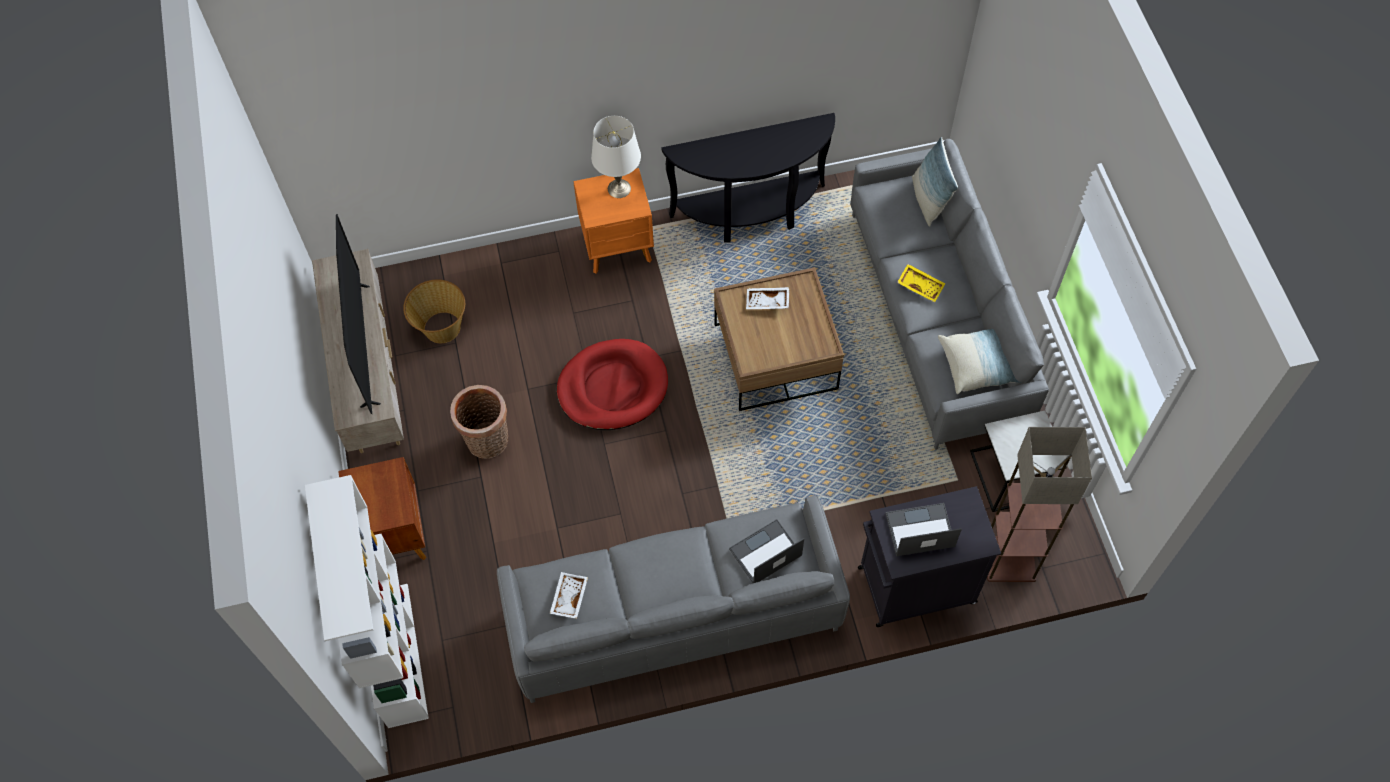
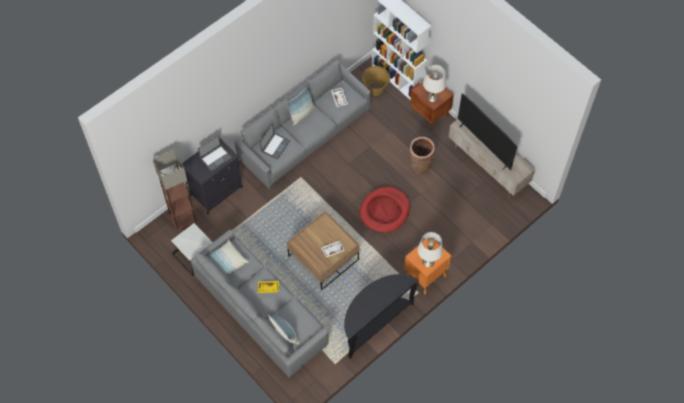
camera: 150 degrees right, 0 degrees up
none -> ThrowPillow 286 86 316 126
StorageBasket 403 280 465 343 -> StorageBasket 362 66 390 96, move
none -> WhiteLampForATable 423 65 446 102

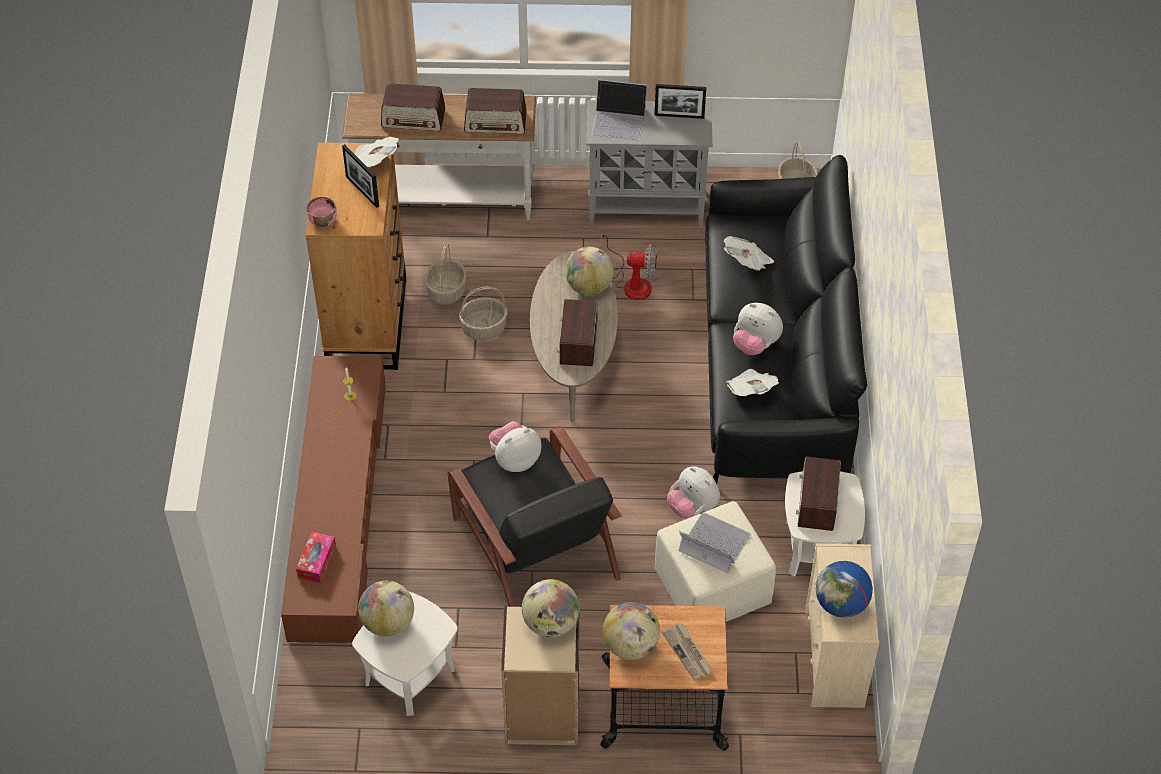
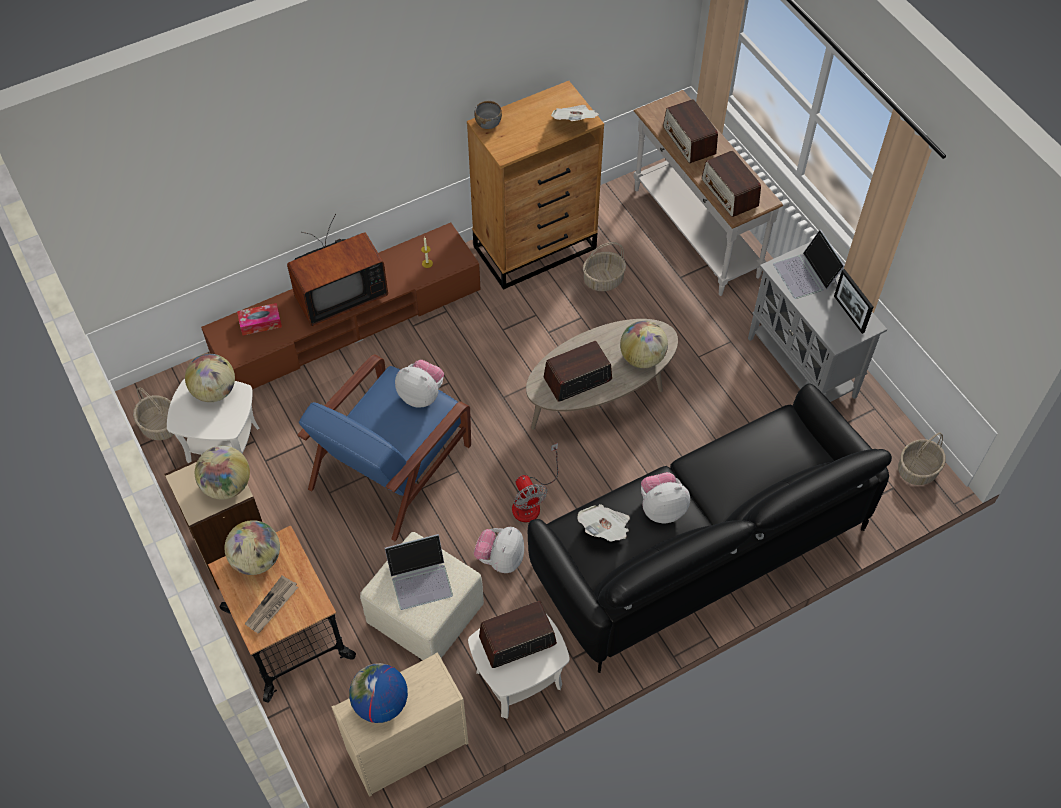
camera: 60 degrees right, 5 degrees up
StorageBasket 459 287 508 340 -> StorageBasket 133 387 174 440, move
none -> Tv 287 214 388 326
BlackishLoungeChair 447 426 622 607 -> BlueColouredLoungeChair 297 354 471 541
NotebookComputer 679 513 751 573 -> NotebookComputer 385 534 453 610, 75 degrees clockwise
PinkColouredDeepDish 307 197 337 227 -> GreyDeepDish 474 101 502 129
CoolingFan 602 229 657 300 -> CoolingFan 512 443 558 522, move
SoftToy 733 303 783 355 -> SoftToy 641 472 690 523, 75 degrees clockwise
PictureFrame 342 144 379 208 -> none
Newspaper 724 236 774 271 -> none

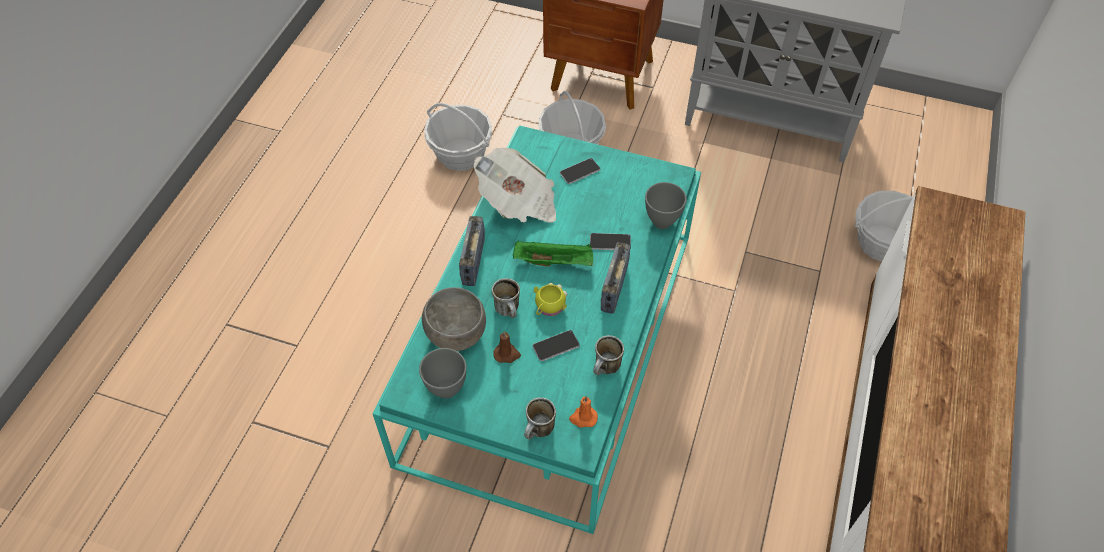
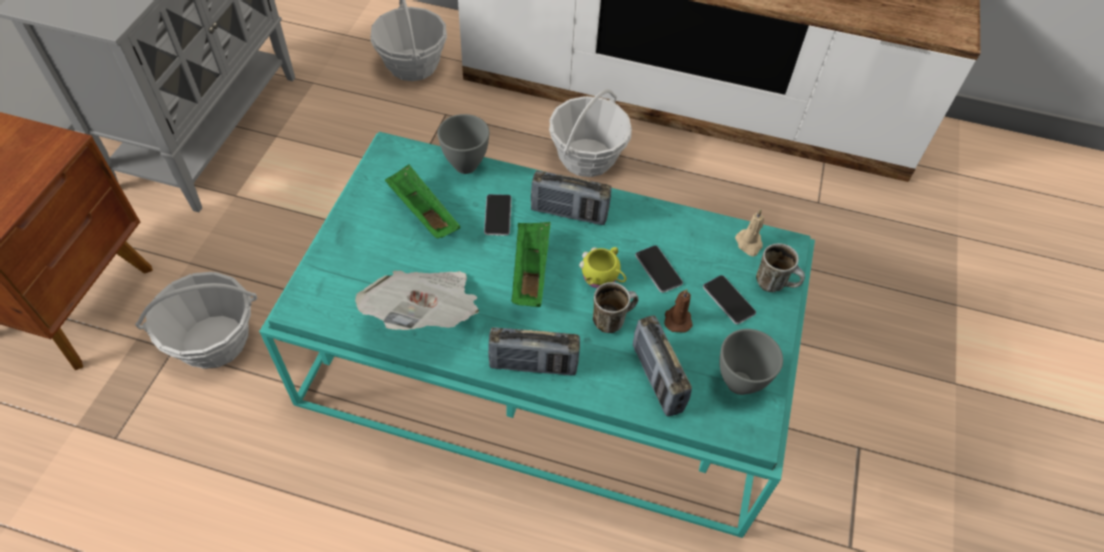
camera: 95 degrees left, 0 degrees up
none -> GreenCarryingTray 385 164 461 239
StorageBasket 424 103 492 171 -> StorageBasket 549 89 632 177, move
GreyDeepDish 422 287 486 351 -> RadioSet 633 315 692 417
Phone 560 158 600 184 -> Phone 703 275 756 324, move
OrangeColouredCandle 569 396 598 428 -> BeigeColouredCandle 735 209 764 257
TeaMug 593 335 624 375 -> none

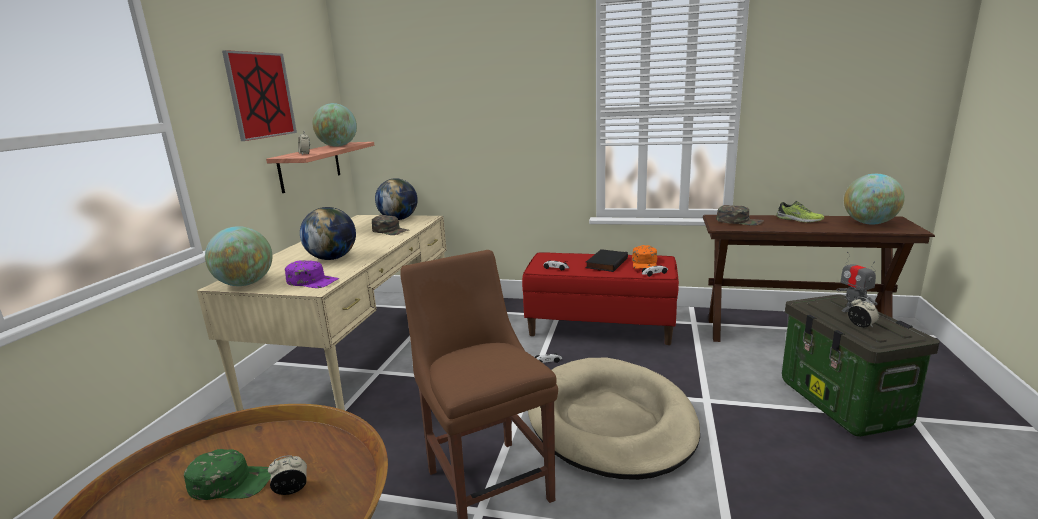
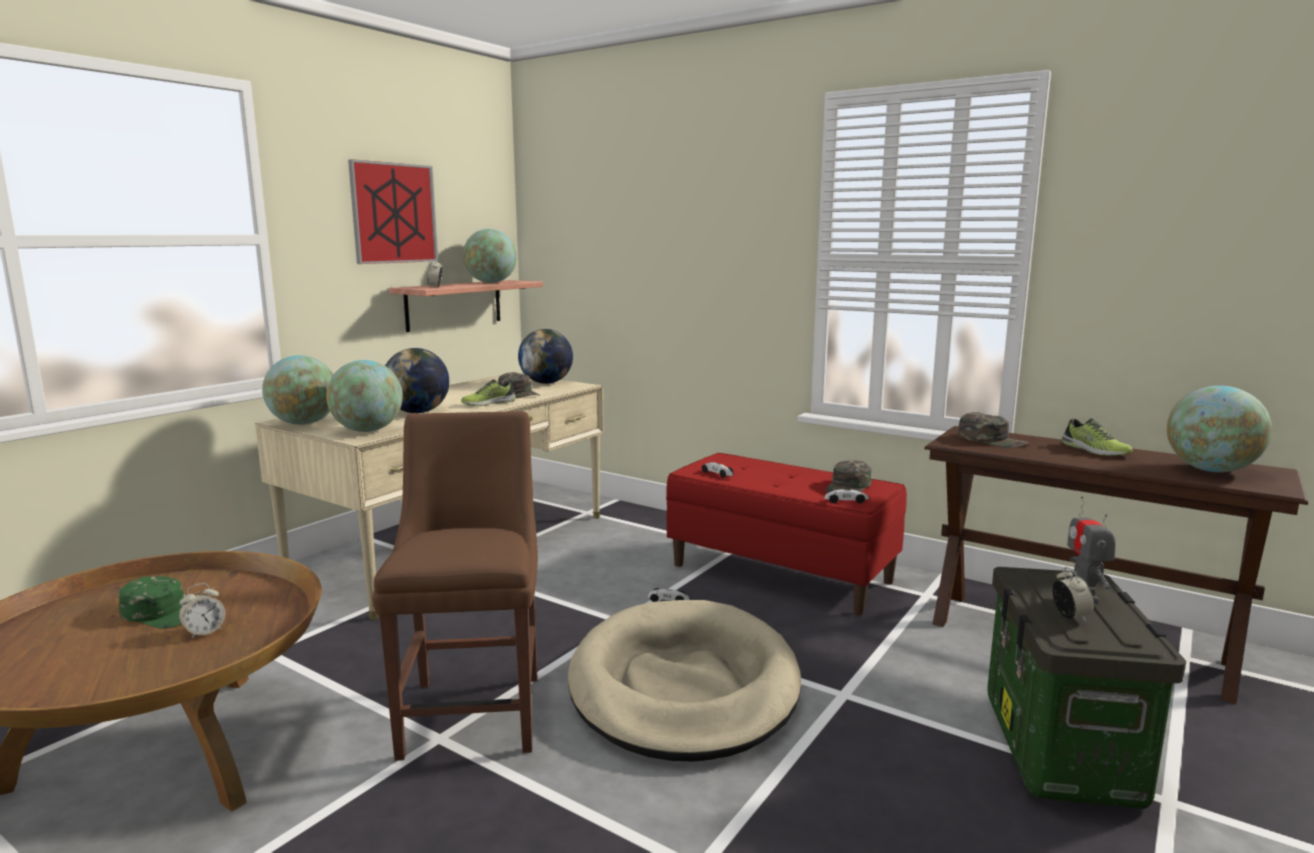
camera: 20 degrees right, 5 degrees down
AlarmClock 268 455 307 495 -> AlarmClock 179 583 226 639, 135 degrees clockwise
PurpleColouredBaseballCap 285 260 340 288 -> Globe 326 360 403 432
none -> Shoe 461 379 516 406
OrangeColouredBaseballCap 632 245 657 269 -> GreenBaseballCap 825 460 871 492
BlackishBook 585 249 628 272 -> none

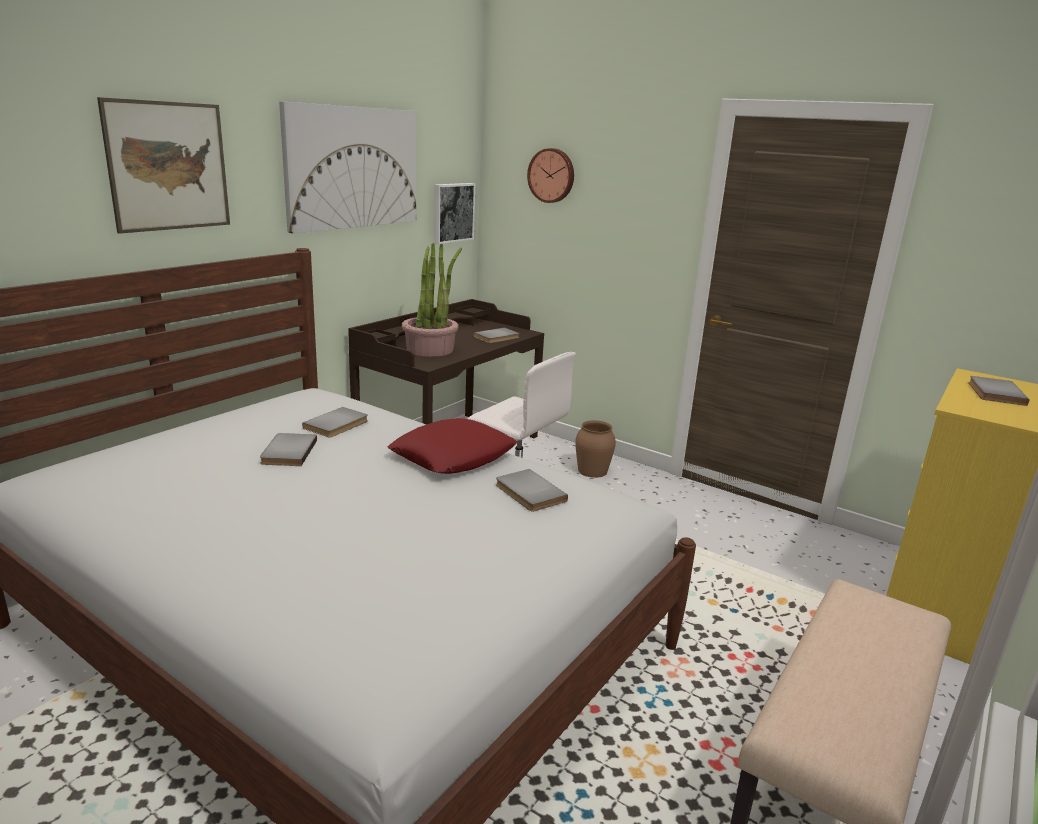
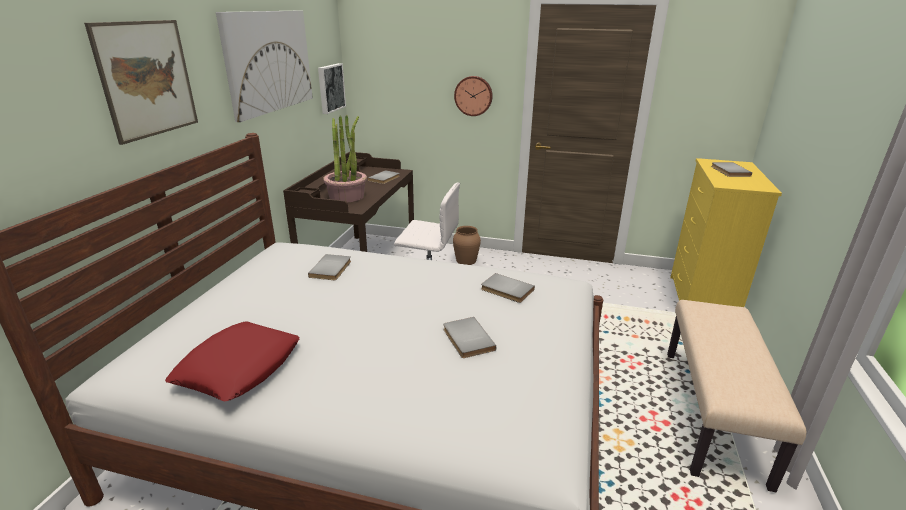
camera: 20 degrees left, 5 degrees up
RedColouredThrowPillow 388 418 517 474 -> RedColouredThrowPillow 165 321 300 401, move
GreyBook 260 433 317 466 -> GreyBook 444 317 496 358, move
ClockOnTheWall 527 148 574 203 -> ClockOnTheWall 454 76 493 116, move

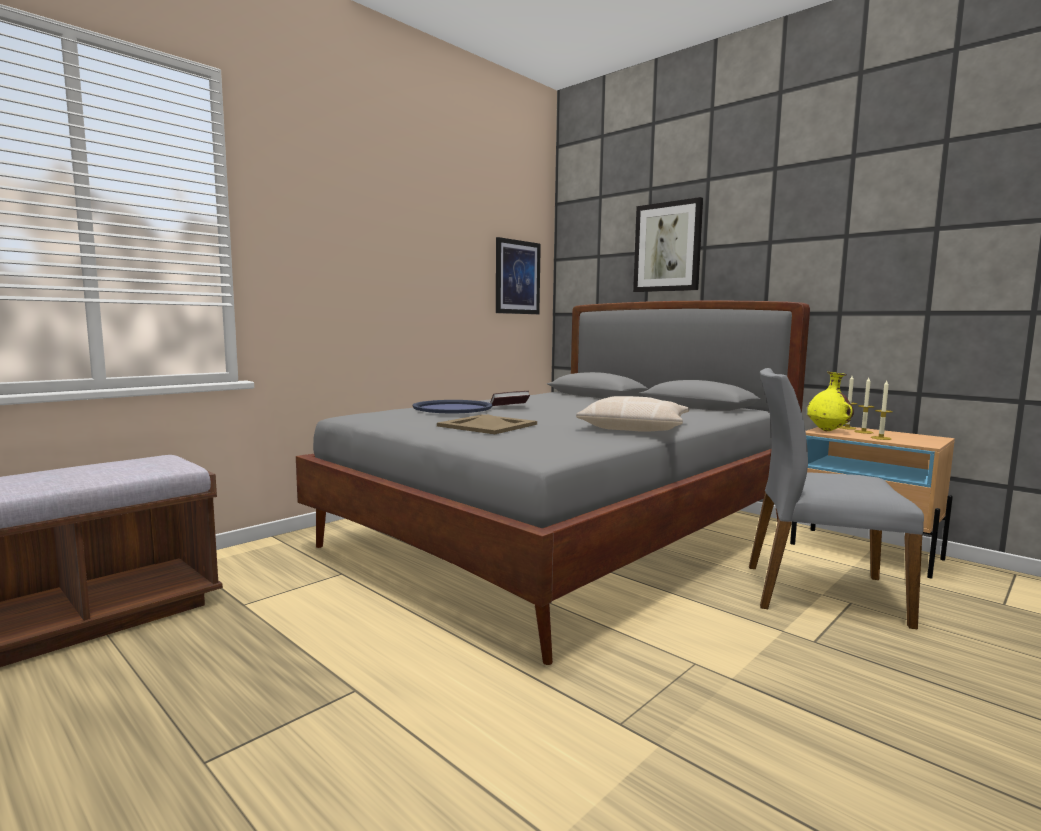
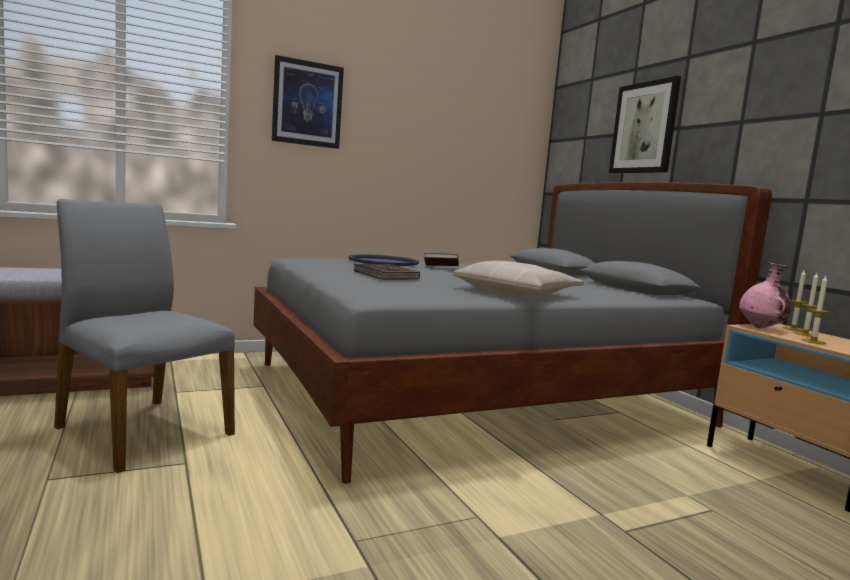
camera: 20 degrees right, 0 degrees up
GreyUprightChair 749 368 924 629 -> GreyUprightChair 54 199 235 473, move
WallPicture 496 237 541 314 -> WallPicture 272 55 344 149, move
BeigeColouredCarryingTray 437 414 537 434 -> BrownColouredBook 353 264 420 280
YellowColouredDecorativeVase 807 372 854 431 -> PinkColouredDecorativeVase 739 262 791 328

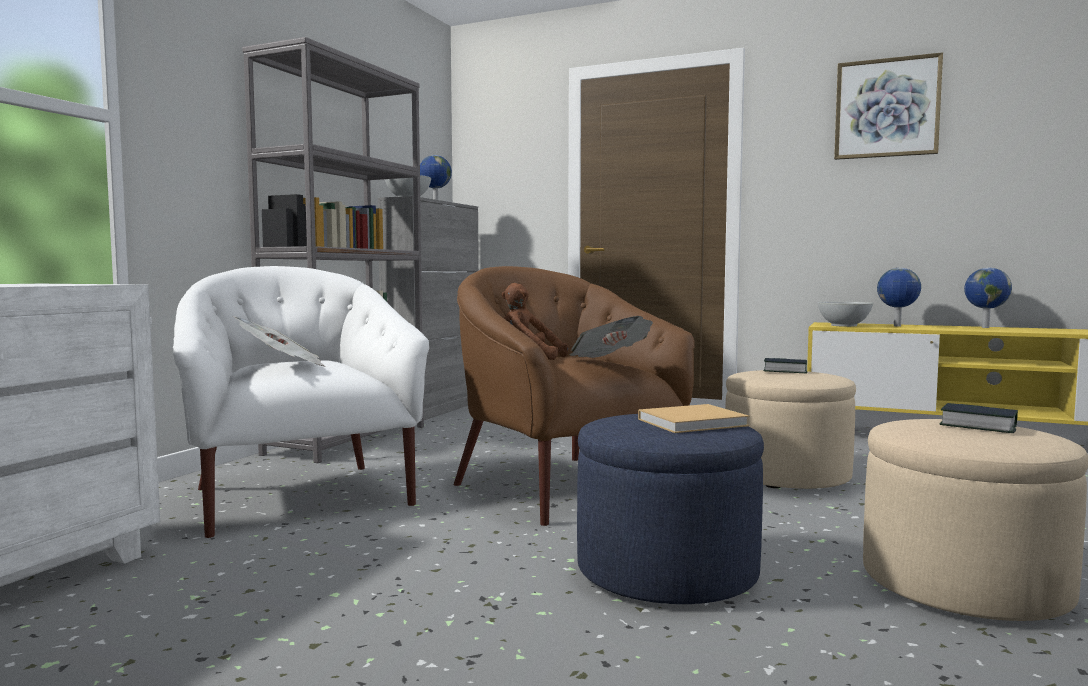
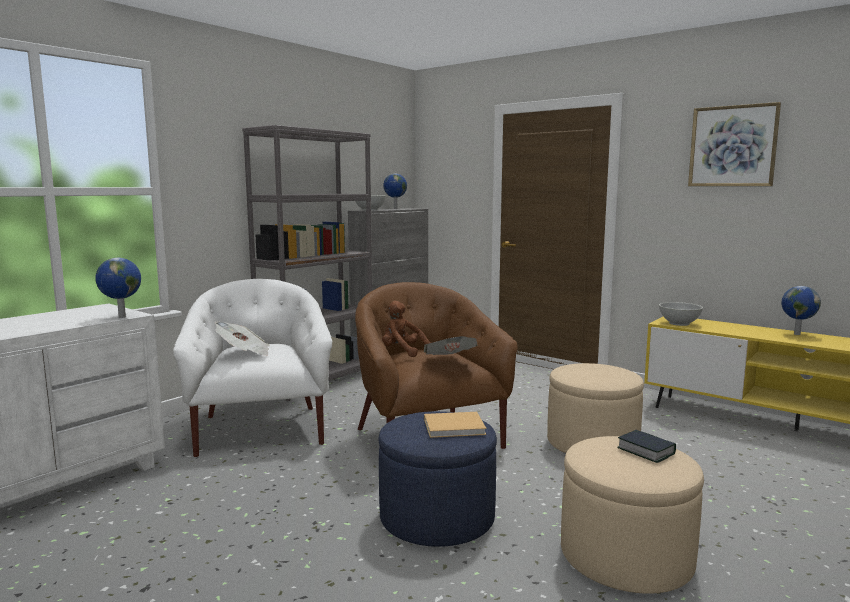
camera: 15 degrees right, 5 degrees up
Globe 877 268 921 326 -> Globe 95 258 141 318, move
Book 764 358 807 373 -> none

